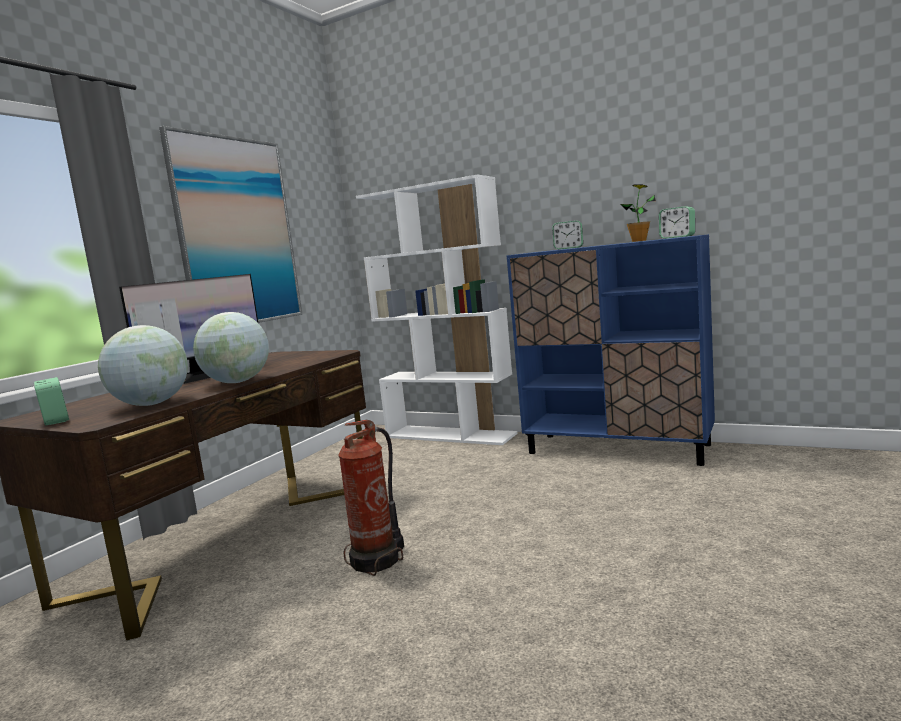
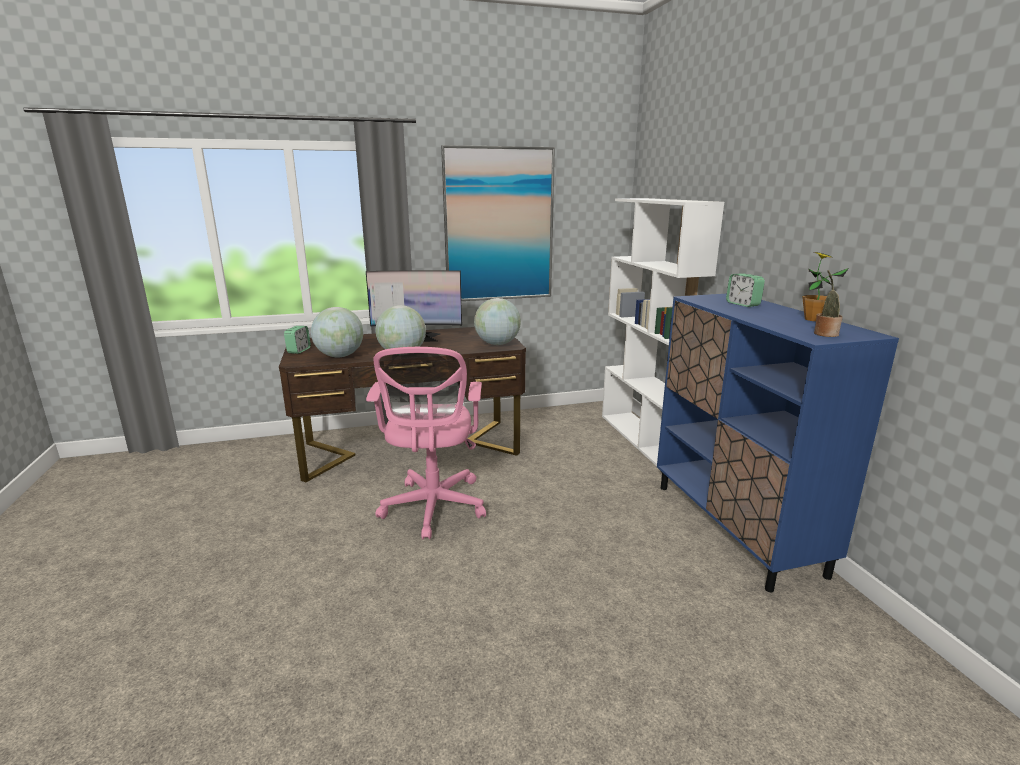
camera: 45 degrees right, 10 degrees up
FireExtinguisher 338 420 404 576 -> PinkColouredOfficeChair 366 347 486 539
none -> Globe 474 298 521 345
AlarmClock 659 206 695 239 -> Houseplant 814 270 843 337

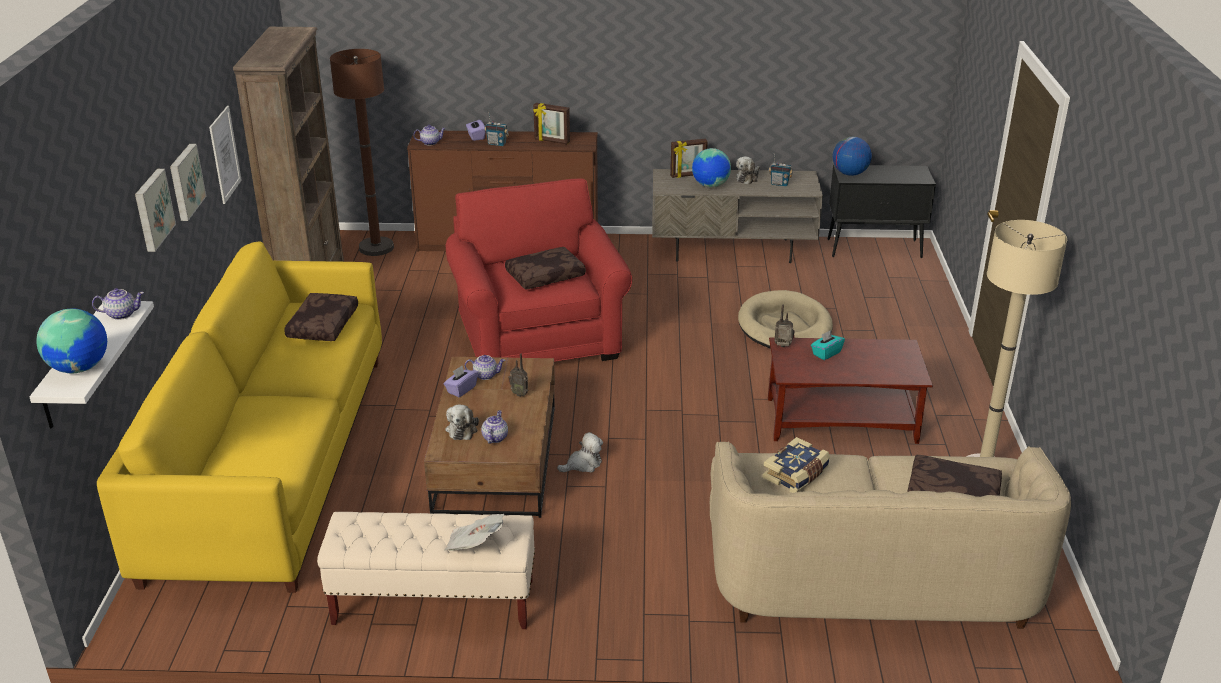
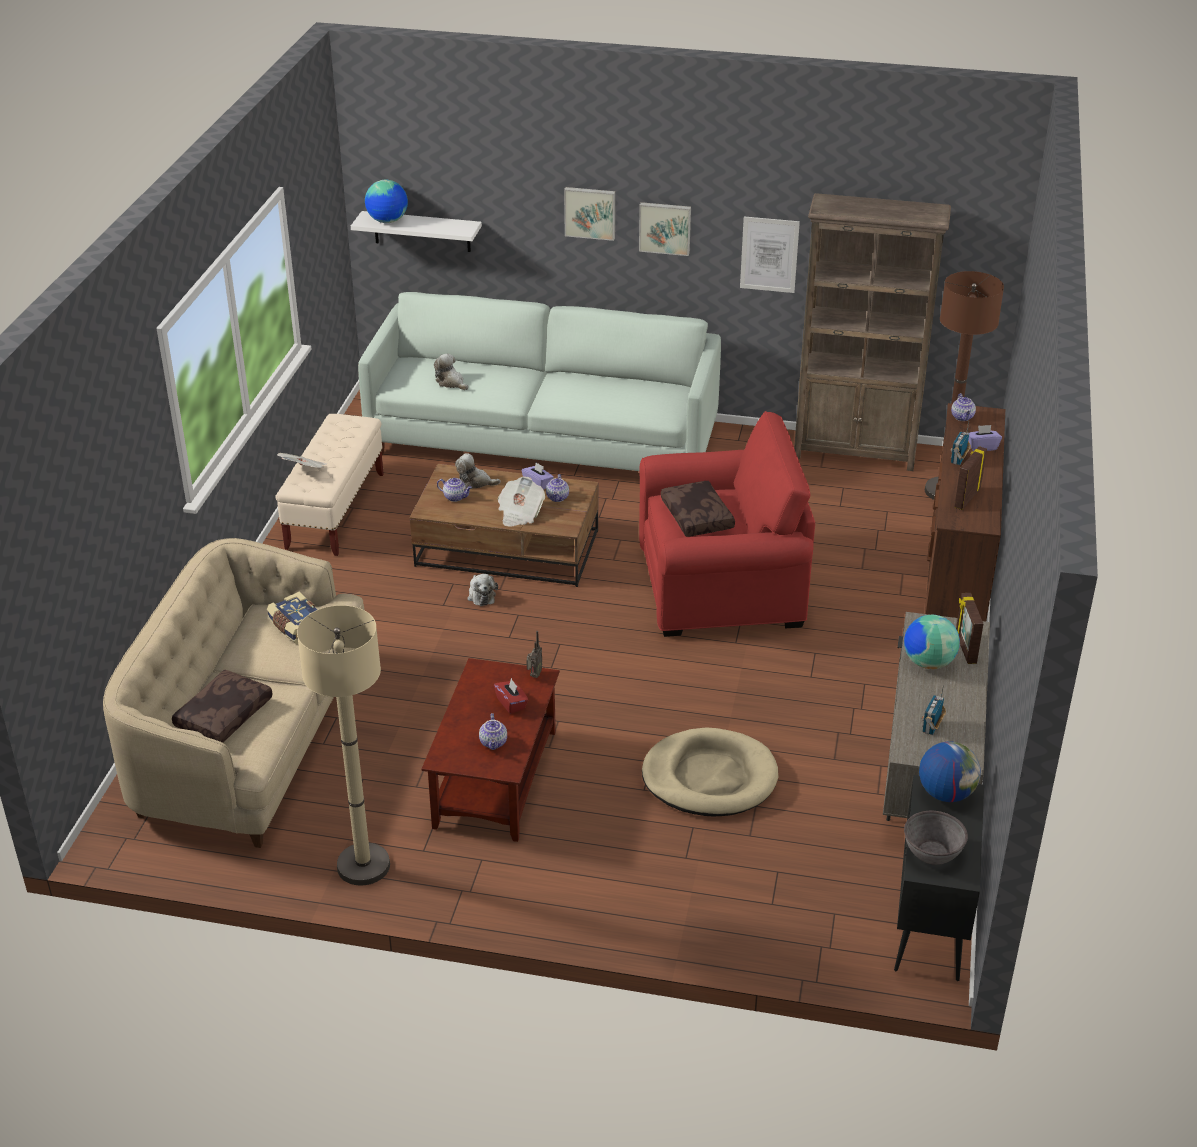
camera: 100 degrees right, 5 degrees up
YellowColouredCouch 97 241 382 593 -> WhiteCouch 358 292 721 471
SoftToy 736 156 760 185 -> SoftToy 434 354 468 390, move
TeaPot 92 288 144 320 -> TeaPot 479 713 507 750, move
TurquoiseColouredTissueHolder 811 330 845 360 -> RedColouredTissueHolder 494 678 528 714
RadioSet 508 354 528 397 -> Newspaper 498 477 545 527
none -> GreyDeepDish 904 811 968 865
BrownColouredThrowPillow 284 293 358 341 -> none

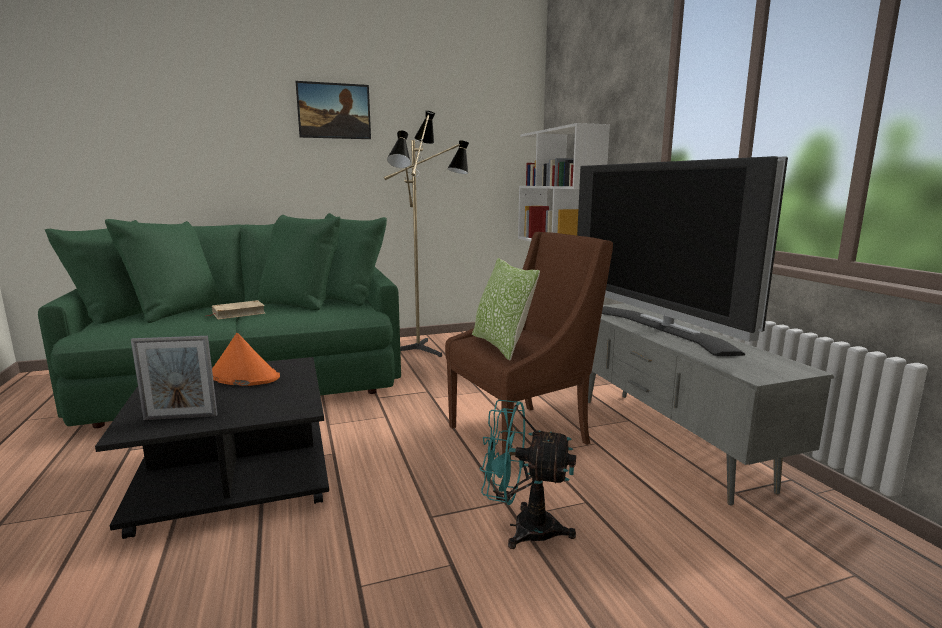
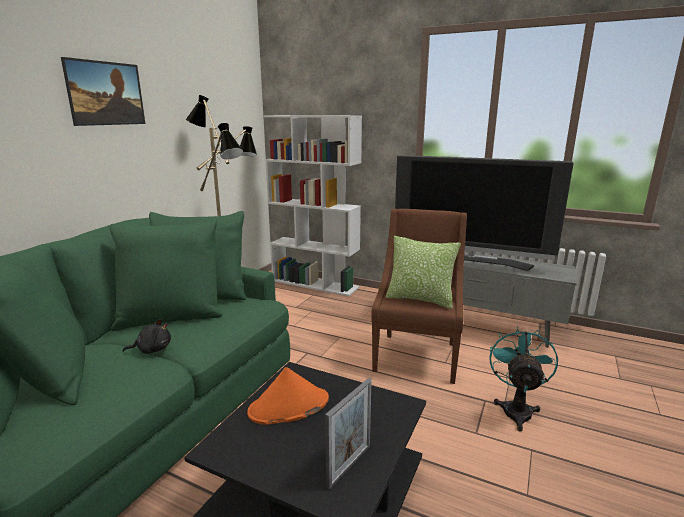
camera: 45 degrees left, 5 degrees up
BeigeColouredBook 207 300 266 320 -> BlackishSoftToy 123 318 171 354
TurquoiseColouredCoolingFan 479 400 576 549 -> TurquoiseColouredCoolingFan 489 326 558 431, 135 degrees clockwise

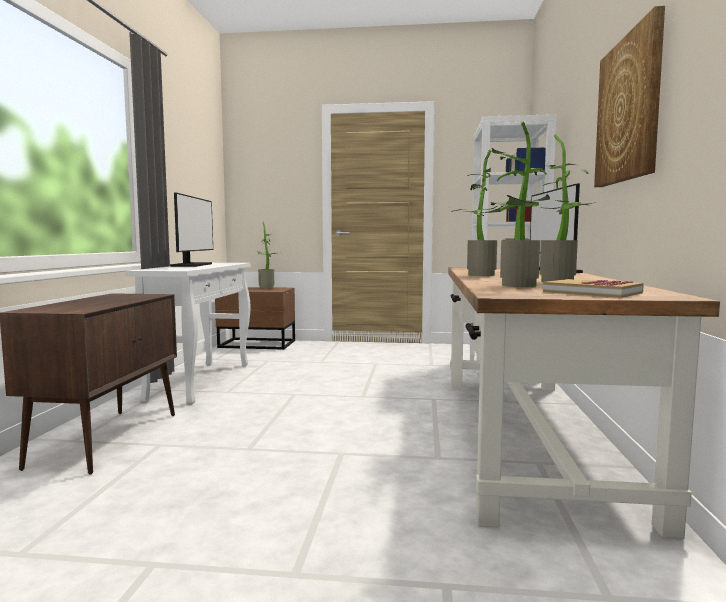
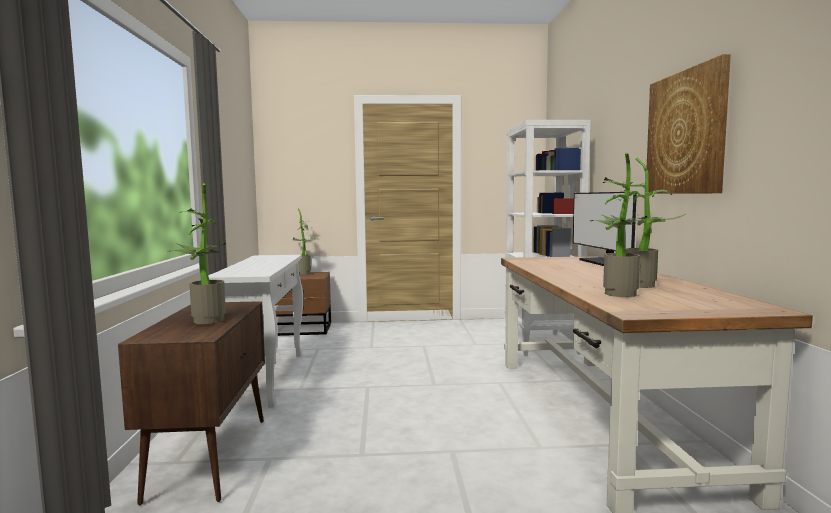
camera: 10 degrees left, 0 degrees up
Houseplant 451 149 503 276 -> Houseplant 173 183 226 324, move
ComputerScreen 170 192 213 267 -> none
Book 543 279 644 298 -> none

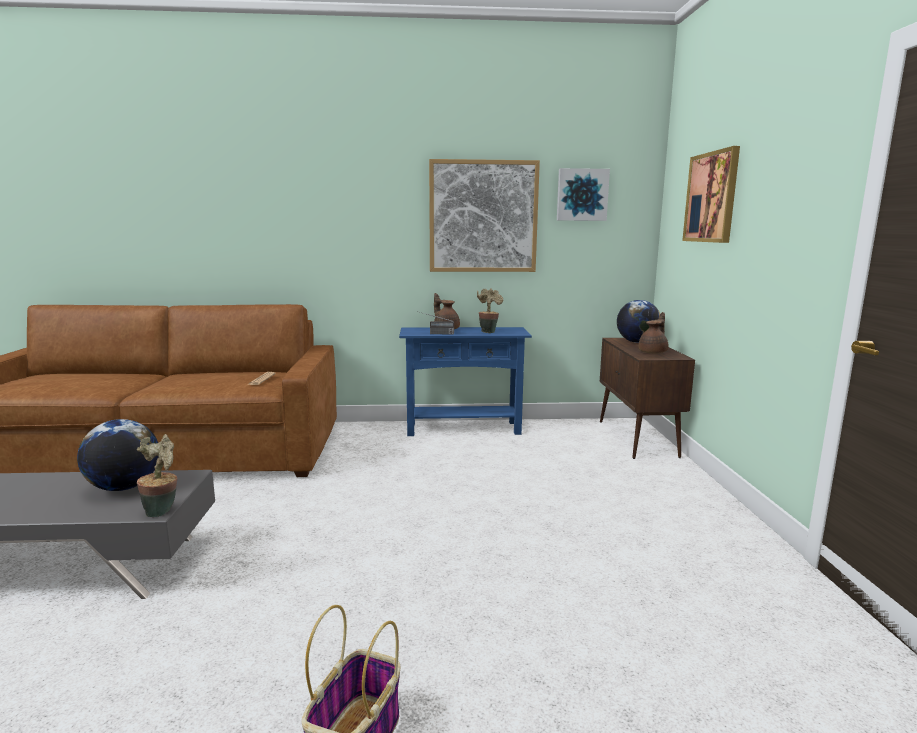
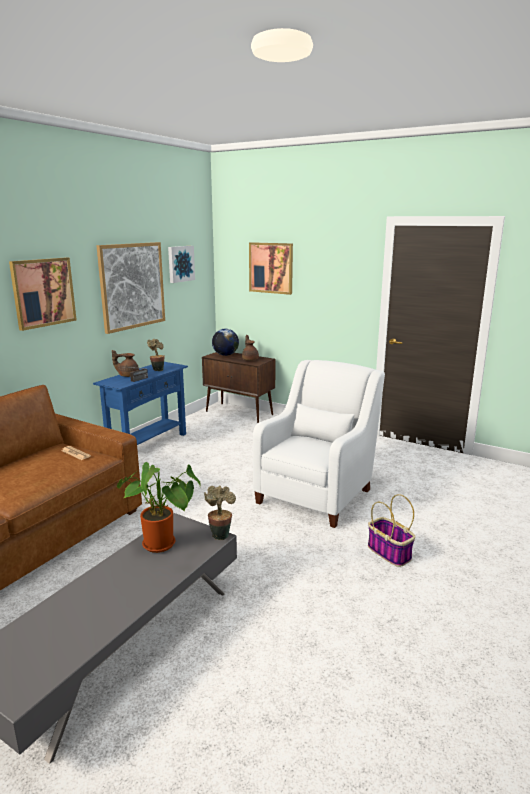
camera: 55 degrees left, 5 degrees up
none -> WallPicture 9 257 77 331
Globe 77 419 158 491 -> Houseplant 117 462 201 553
none -> WhiteLoungeChair 253 360 385 528

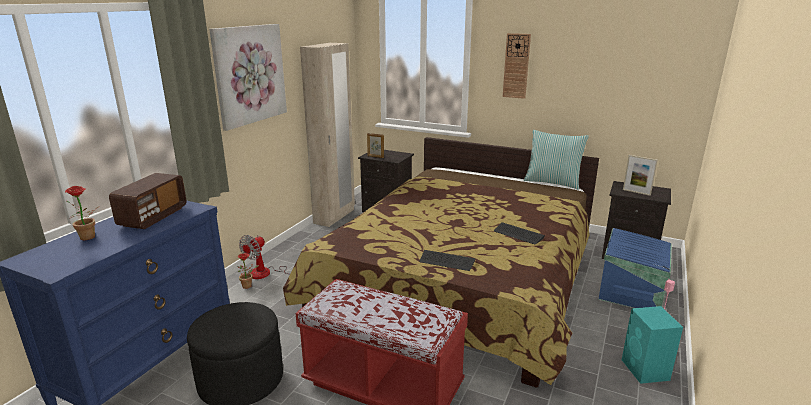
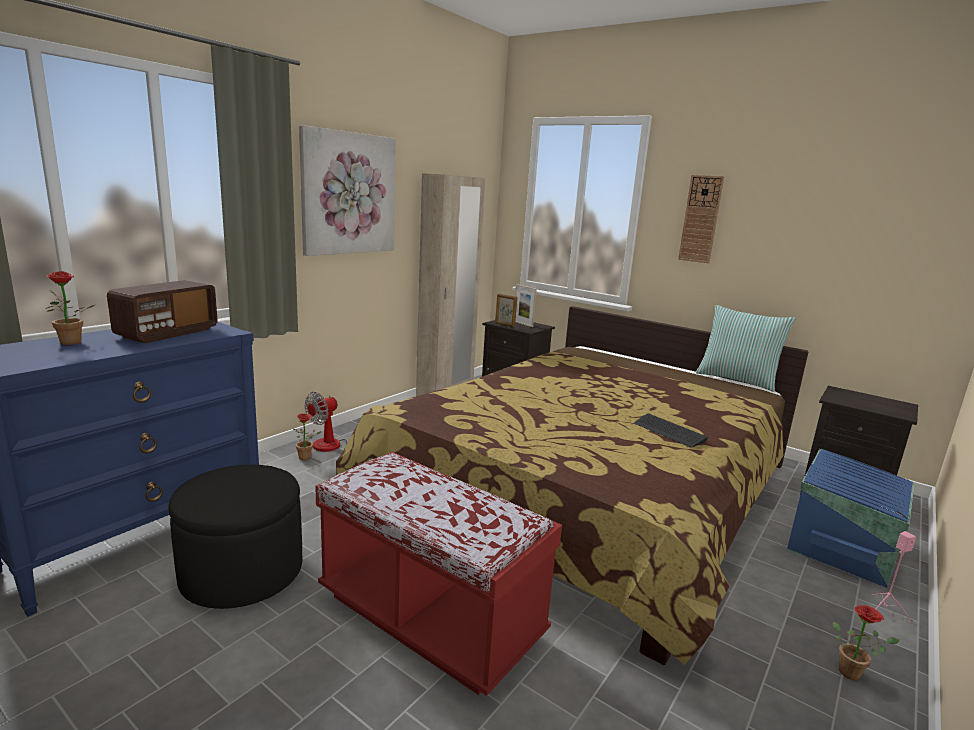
camera: 10 degrees right, 5 degrees down
PictureFrame 623 155 658 196 -> PictureFrame 515 284 537 327, move
TurquoiseColouredSpeaker 622 306 683 384 -> Houseplant 833 605 899 680
ComputerKeyboard 420 250 476 271 -> none

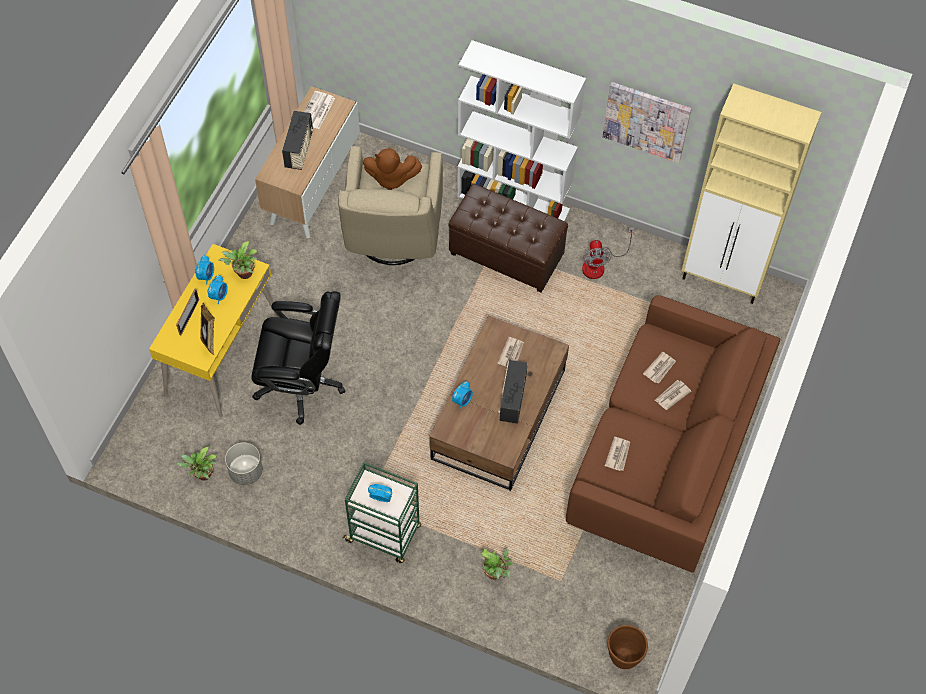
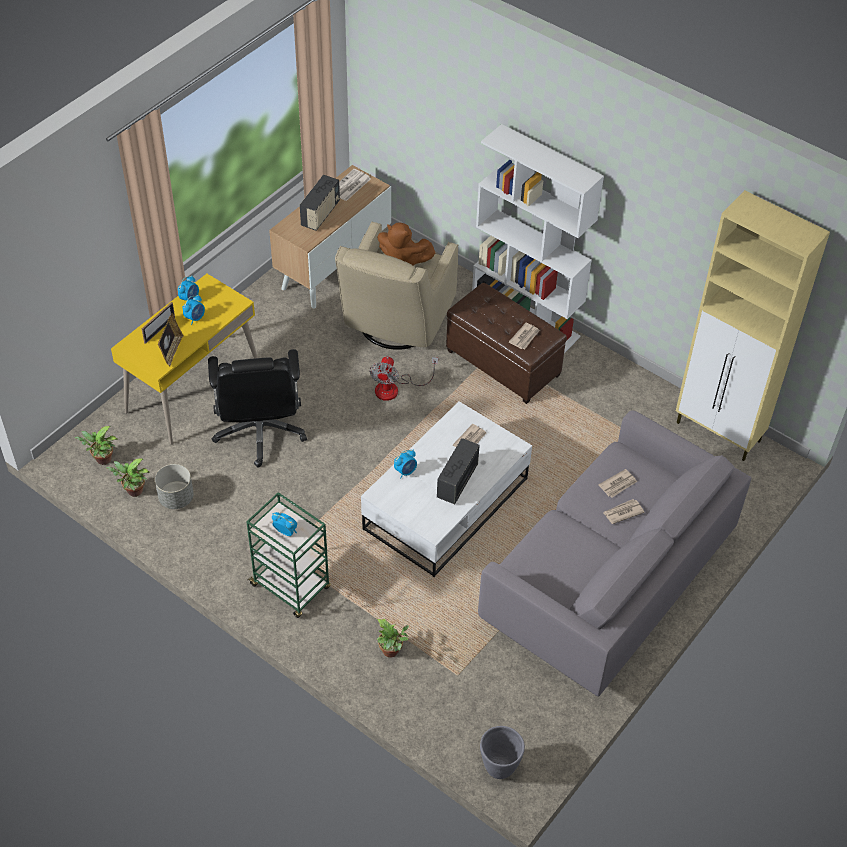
camera: 15 degrees right, 10 degrees down
Houseplant 218 241 258 279 -> Houseplant 74 426 117 465, move
BlackishOfficeChair 251 291 345 425 -> BlackishOfficeChair 208 349 307 468, 60 degrees clockwise
BrownColouredLowTable 429 315 569 491 -> WhiteLowTable 361 401 532 577
CoolingFan 582 227 635 279 -> CoolingFan 369 356 438 401, move
BrownColouredCouch 566 295 780 573 -> GreyCouch 478 410 751 697
BrownColouredPlanter 607 625 648 669 -> GreyPlanter 480 726 525 779
Newspaper 605 437 630 471 -> Newspaper 509 323 540 350, move
WallPicture 603 82 692 163 -> none

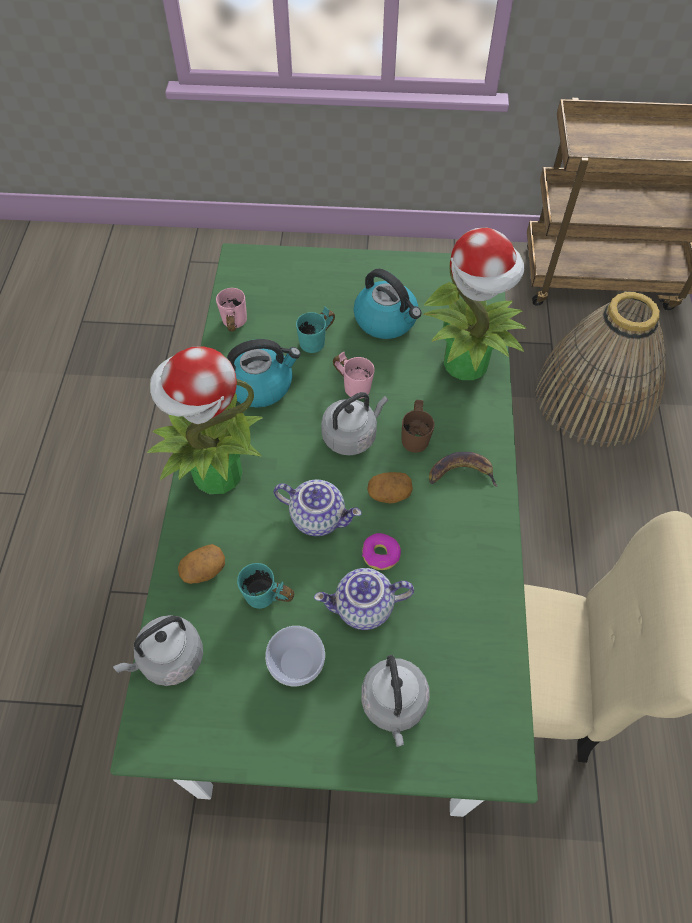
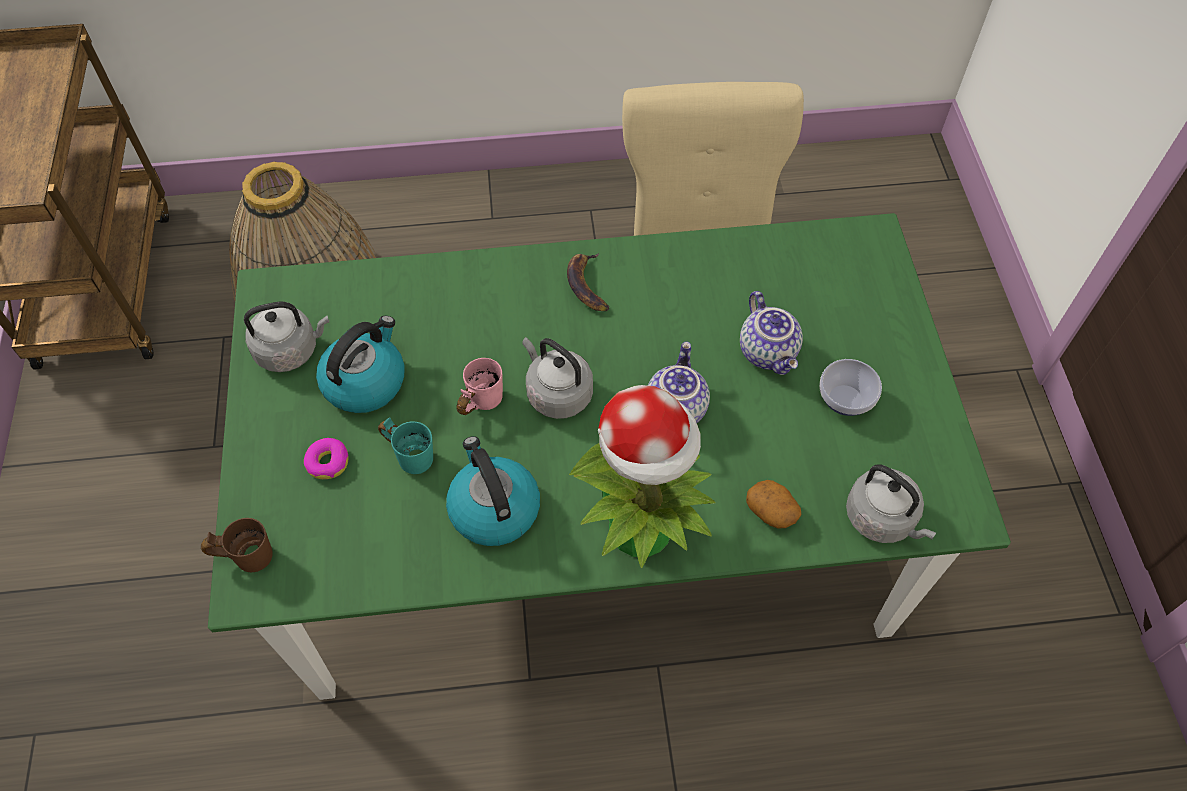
camera: 100 degrees left, 0 degrees up
BrownColouredTeaMug 402 400 435 453 -> BrownColouredTeaMug 201 518 273 572, move
GreyKettle 361 655 430 747 -> GreyKettle 244 302 329 372, move
Doughnut 362 533 401 570 -> Doughnut 304 438 348 479, move
PinkColouredTeaMug 216 288 247 332 -> none
TurquoiseColouredTeaMug 237 563 294 609 -> none
WholePotato 367 472 413 504 -> none
Houseplant 423 228 527 380 -> none

